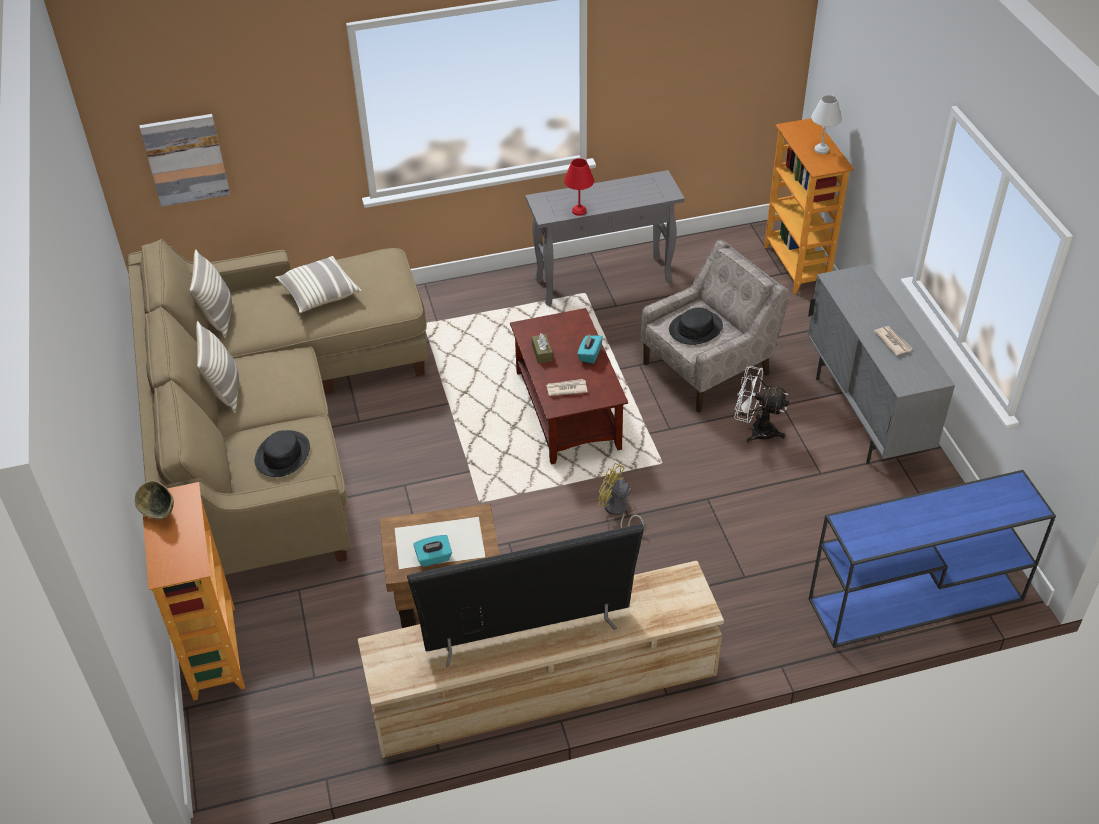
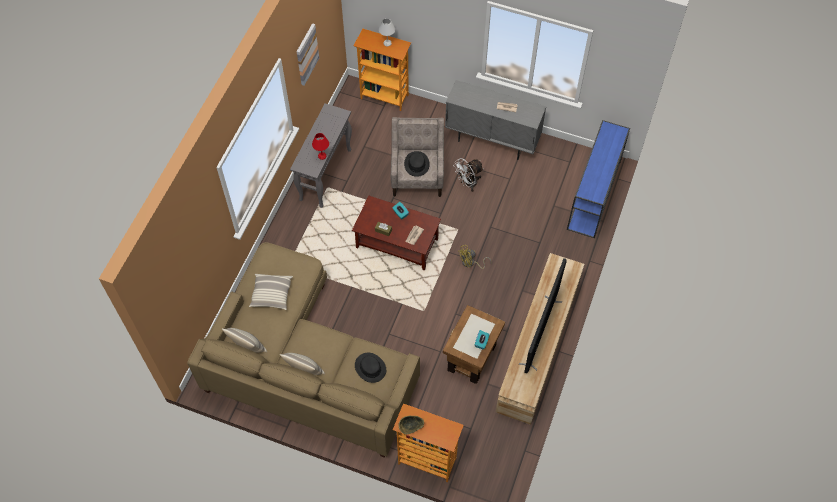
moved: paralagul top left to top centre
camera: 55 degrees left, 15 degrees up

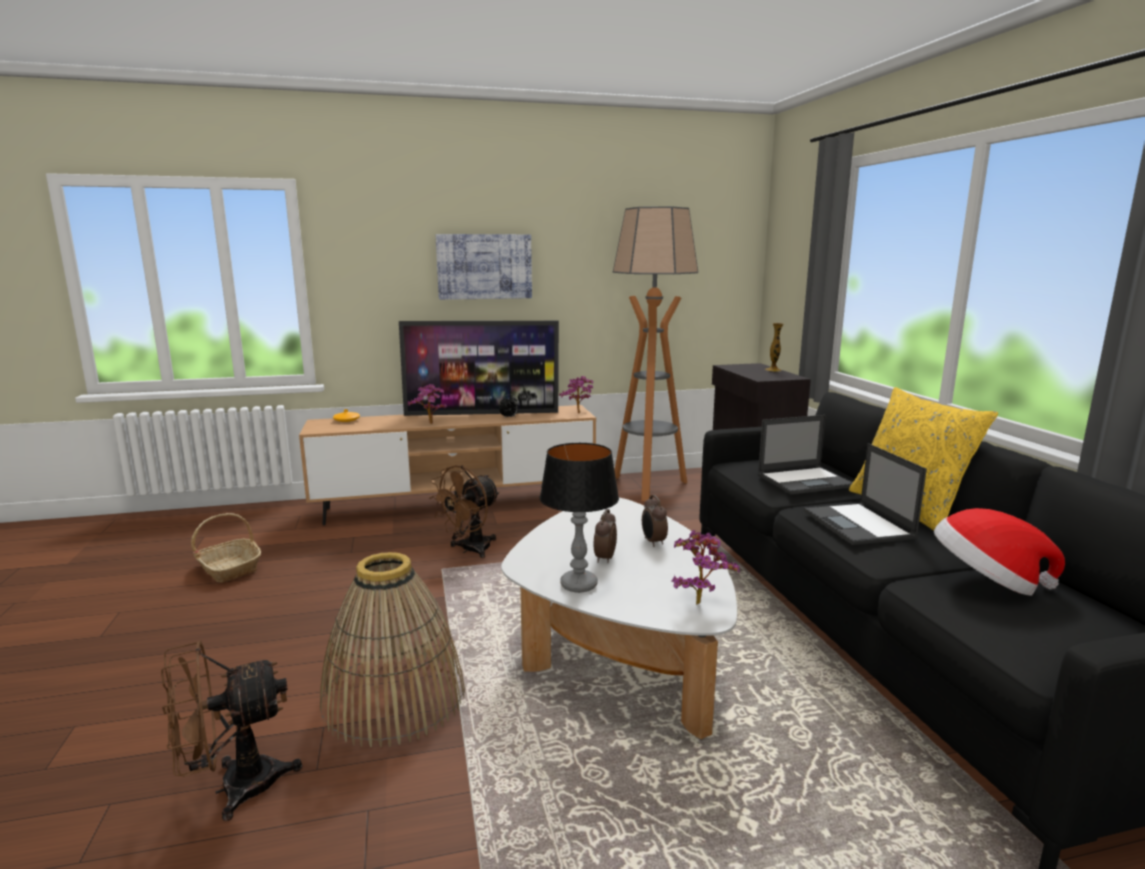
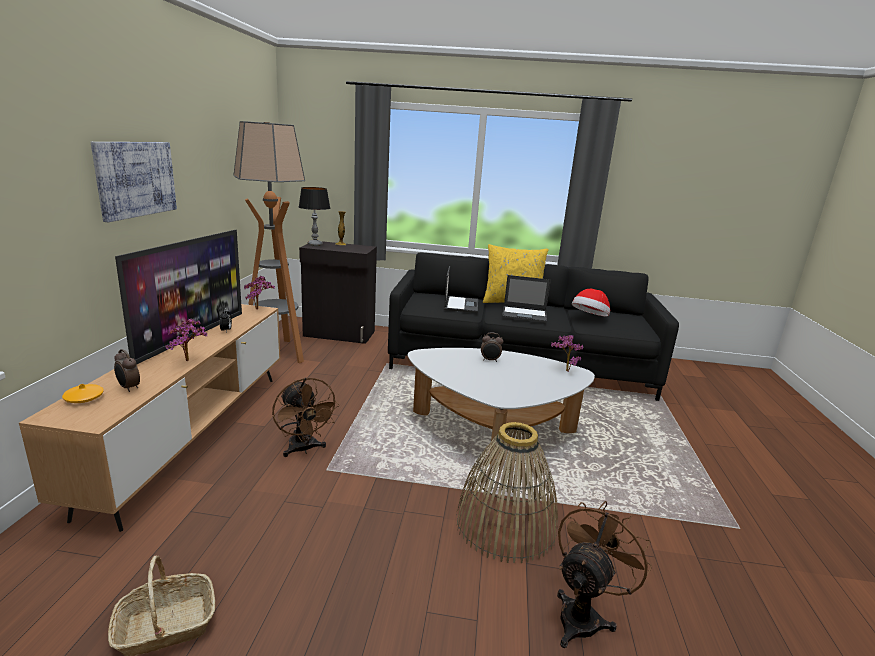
moved: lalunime (2nd from left in the first image) centre to lalunime (1st from left) middle left; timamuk centre to top centre
turned: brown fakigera (1st from left in the first image) bottom left = bottom right 135 degrees counterclockwise
camera: 70 degrees left, 5 degrees up

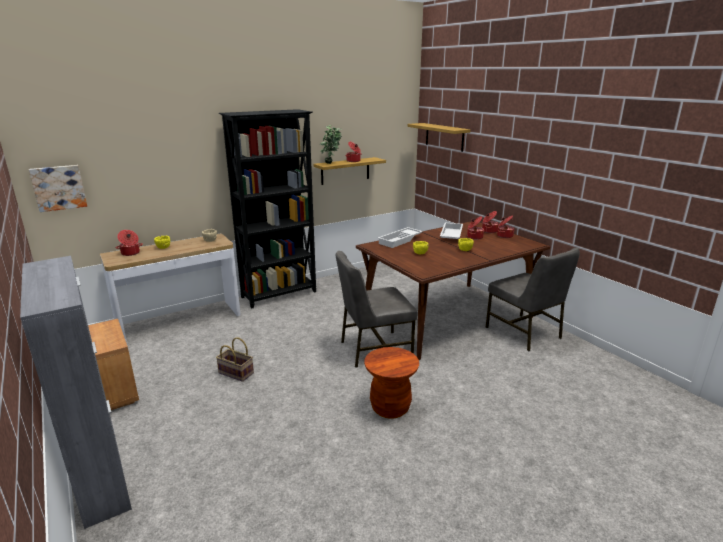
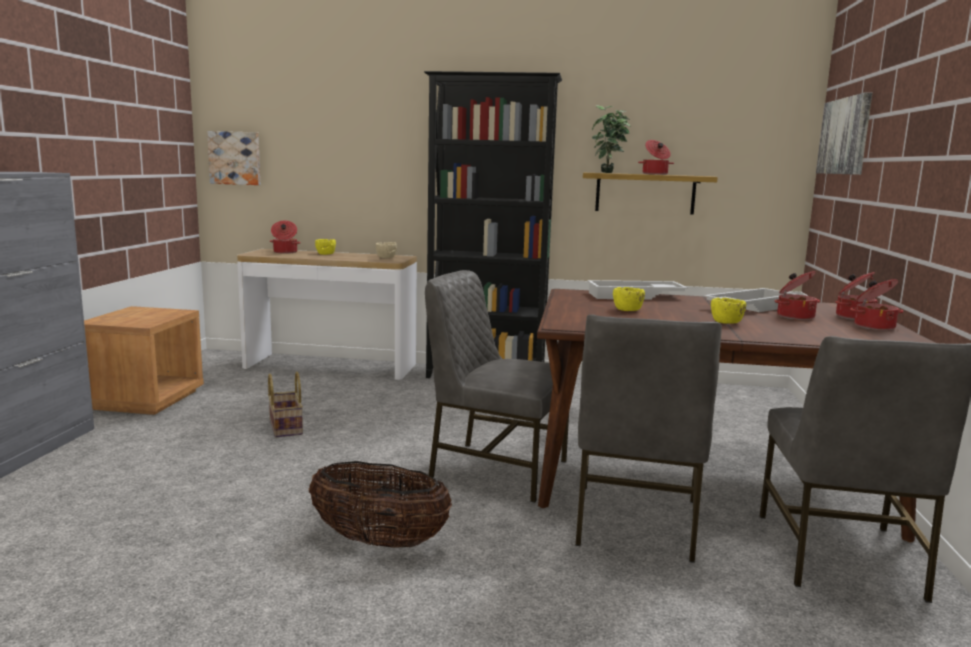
added: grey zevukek (2nd from left) bottom right
replaced: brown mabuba bottom centre to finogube (2nd from left) bottom centre; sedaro (2nd from left) top centre to paralagul (2nd from left) top right
camera: 40 degrees right, 10 degrees down

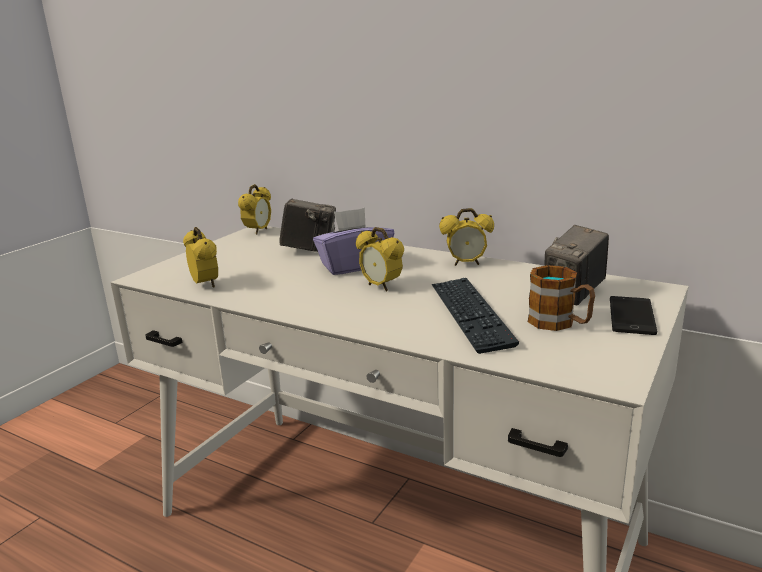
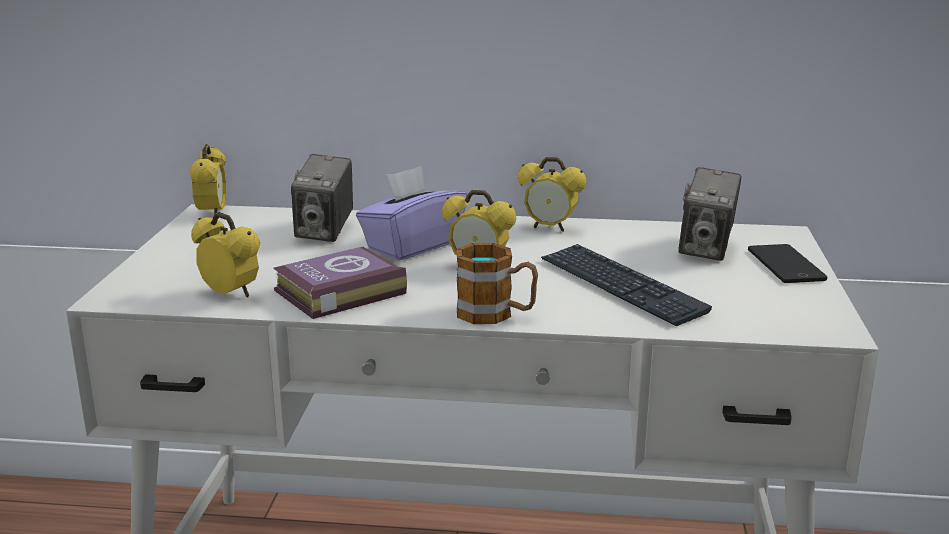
added: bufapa centre
moved: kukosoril middle right to centre
turned: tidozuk (1st from left) centre = centre 120 degrees clockwise; lalunime (4th from left) centre = centre 45 degrees clockwise
camera: 25 degrees left, 0 degrees up

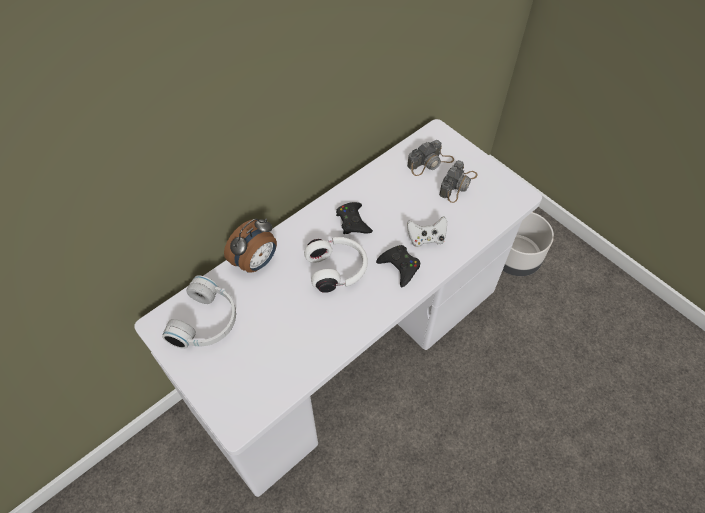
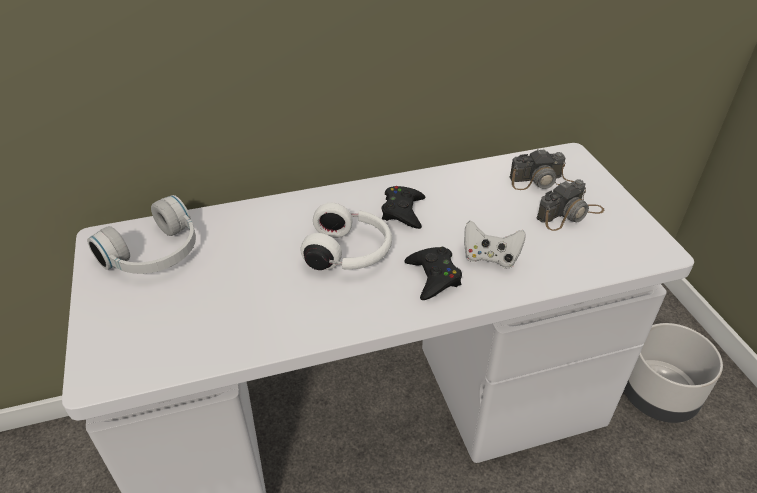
removed: lalunime centre
camera: 25 degrees right, 15 degrees down

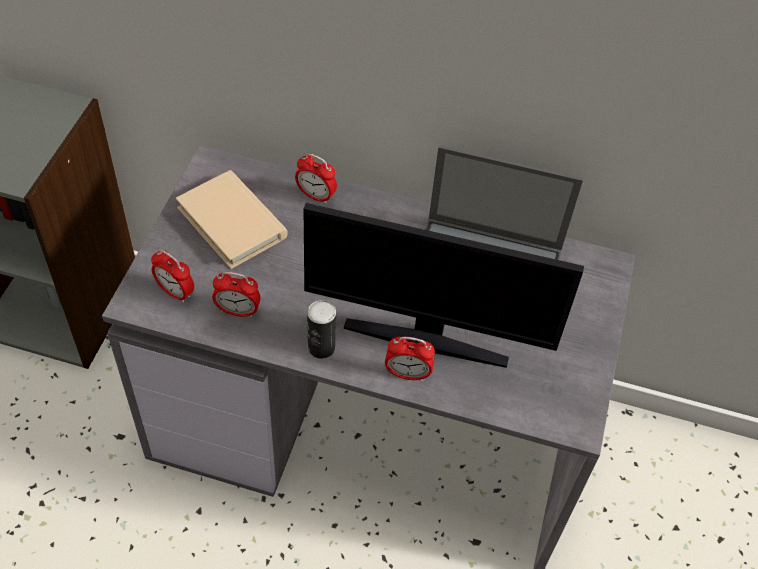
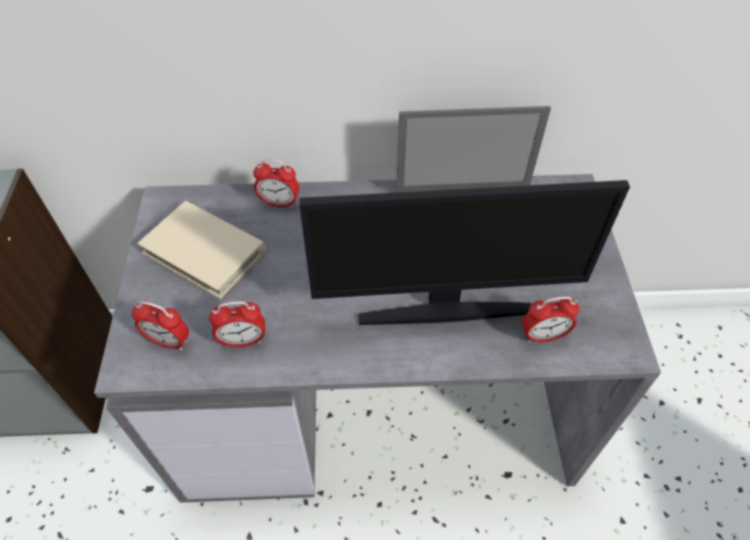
removed: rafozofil centre
moved: lalunime (4th from left) centre to middle right
camera: 15 degrees left, 0 degrees up

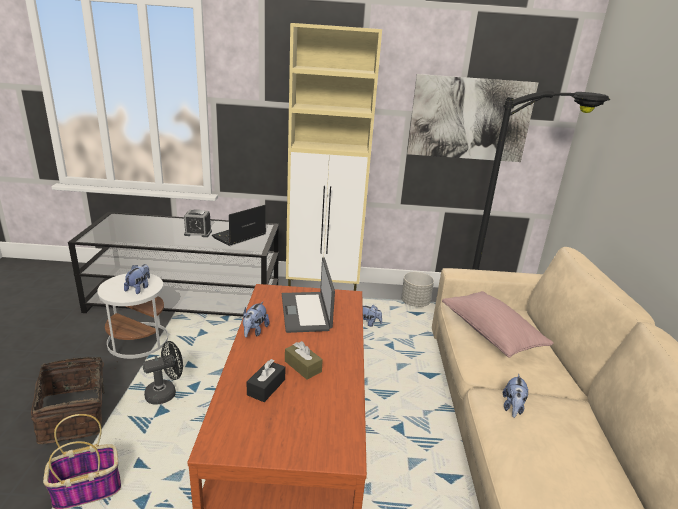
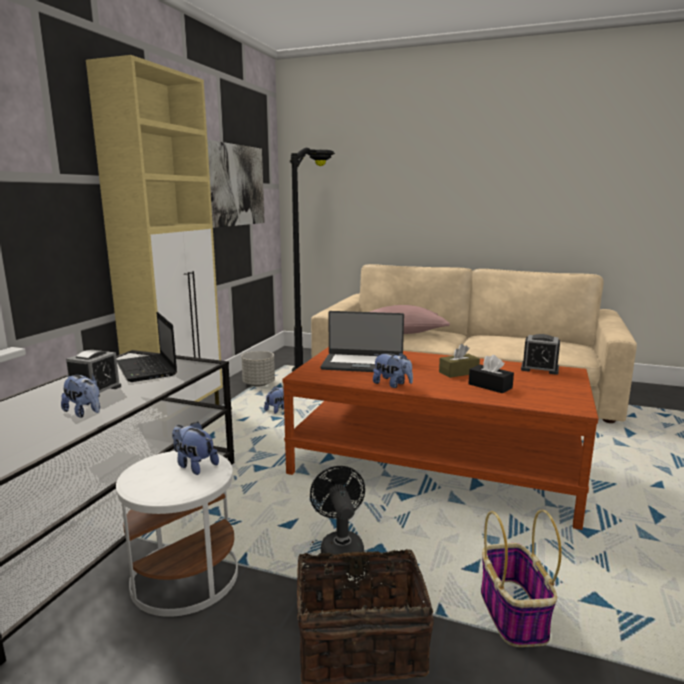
added: lalunime (2nd from left) middle right
moved: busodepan (4th from left in the first image) bottom right to busodepan (1st from left) middle left
camera: 70 degrees left, 10 degrees down

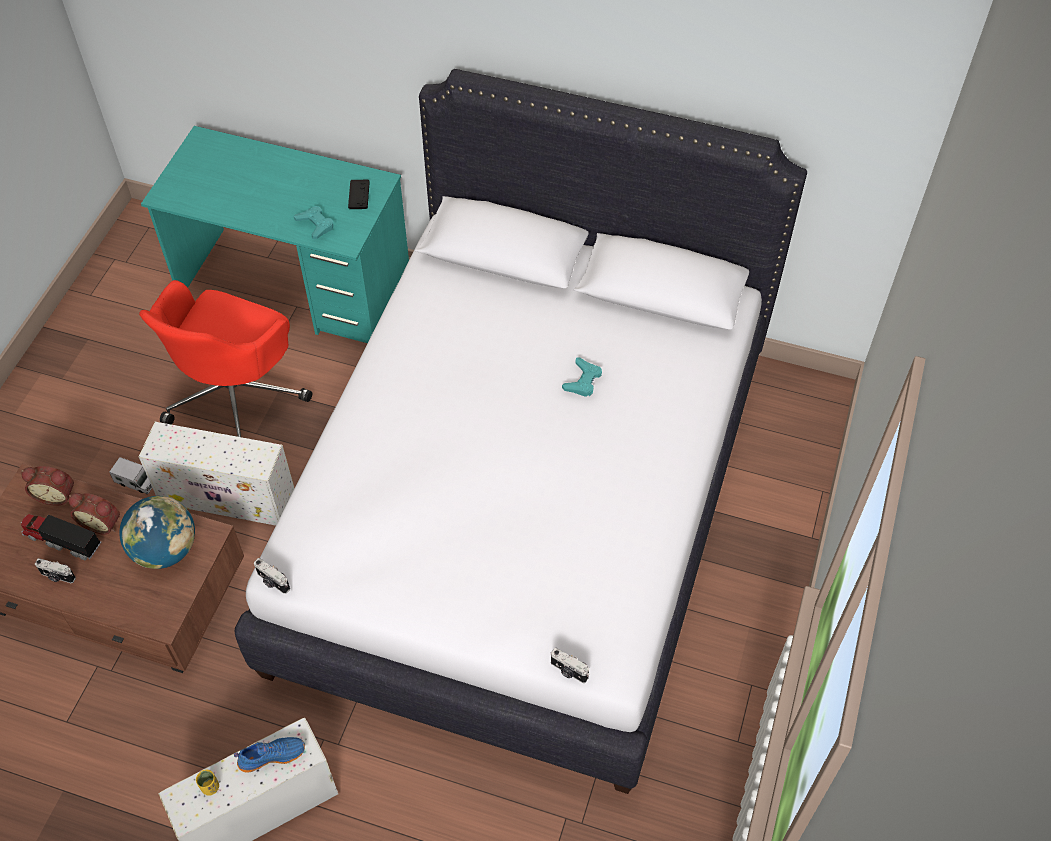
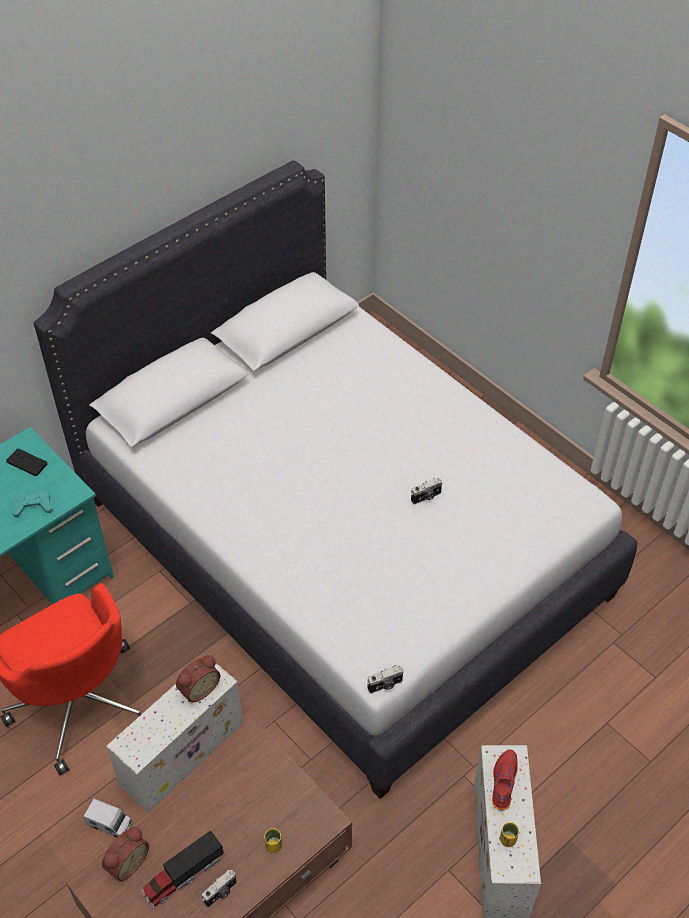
removed: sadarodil middle left; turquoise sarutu (2nd from left) centre
added: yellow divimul (1st from left) bottom centre
moved: lalunime (2nd from left) middle left to bottom left; tidozuk (3rd from left) bottom centre to centre
recoloured: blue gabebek bottom left to red gabebek bottom right
turned: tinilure (2nd from left in the first image) middle left = bottom left 60 degrees clockwise
camera: 60 degrees left, 5 degrees down

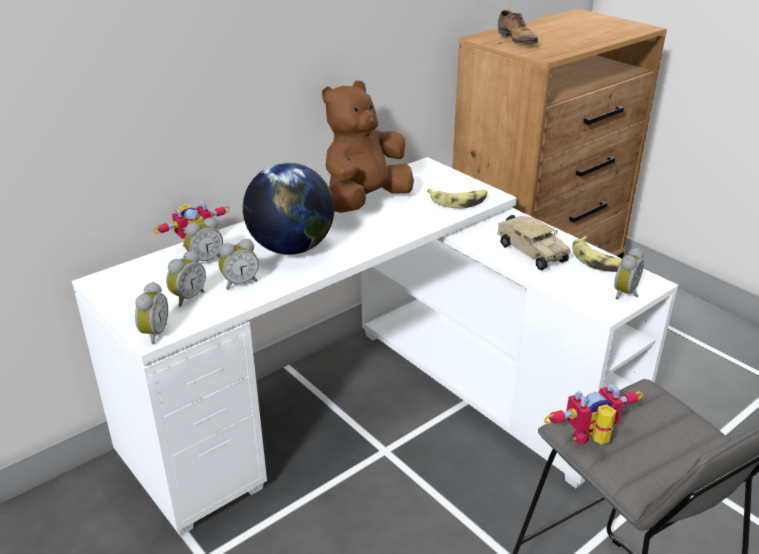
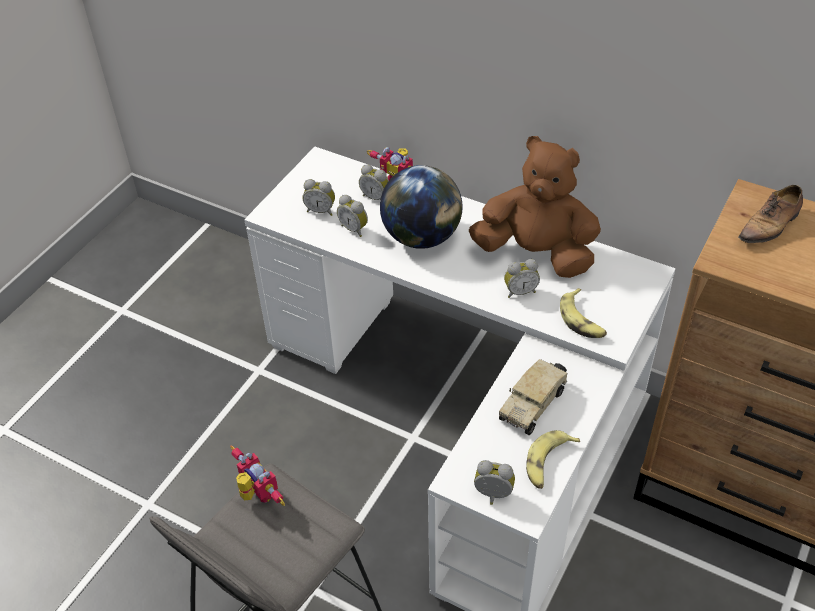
moved: lalunime (1st from left in the first image) middle left to lalunime (5th from left) centre
camera: 70 degrees right, 15 degrees up

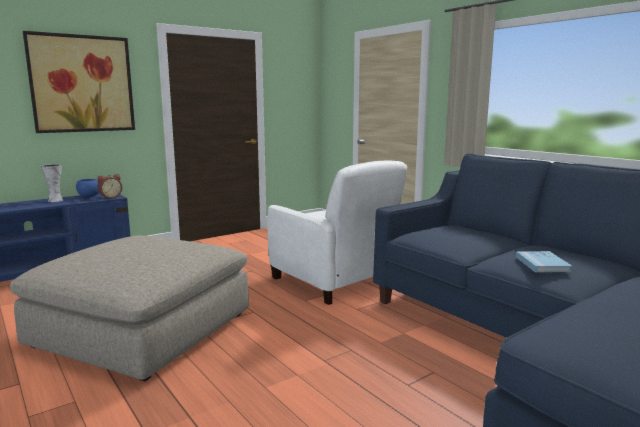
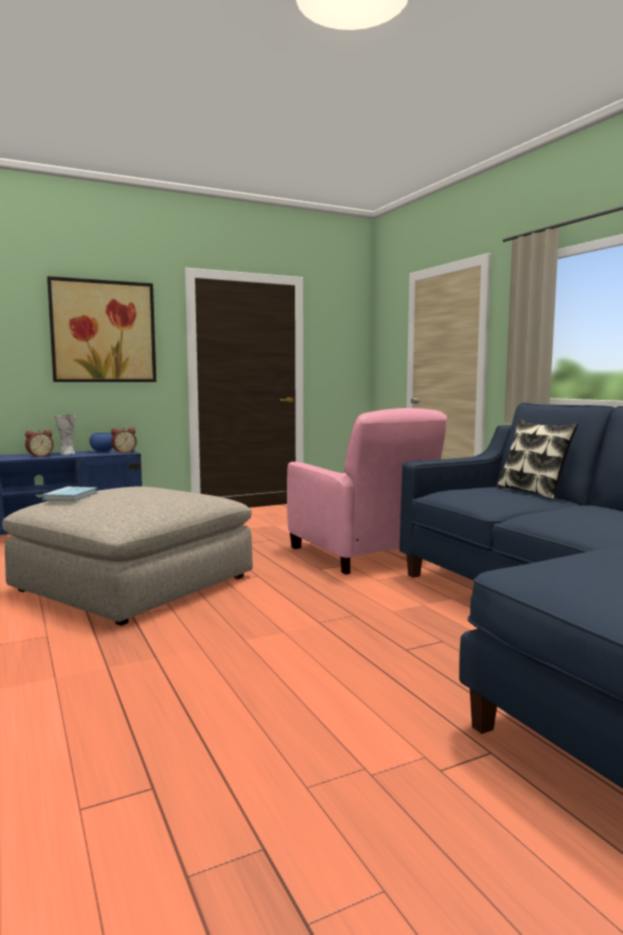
added: lalunime (1st from left) middle left; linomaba middle right
moved: blue bufapa middle right to middle left
recoloured: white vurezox centre to pink vurezox centre
camera: 10 degrees right, 5 degrees down

